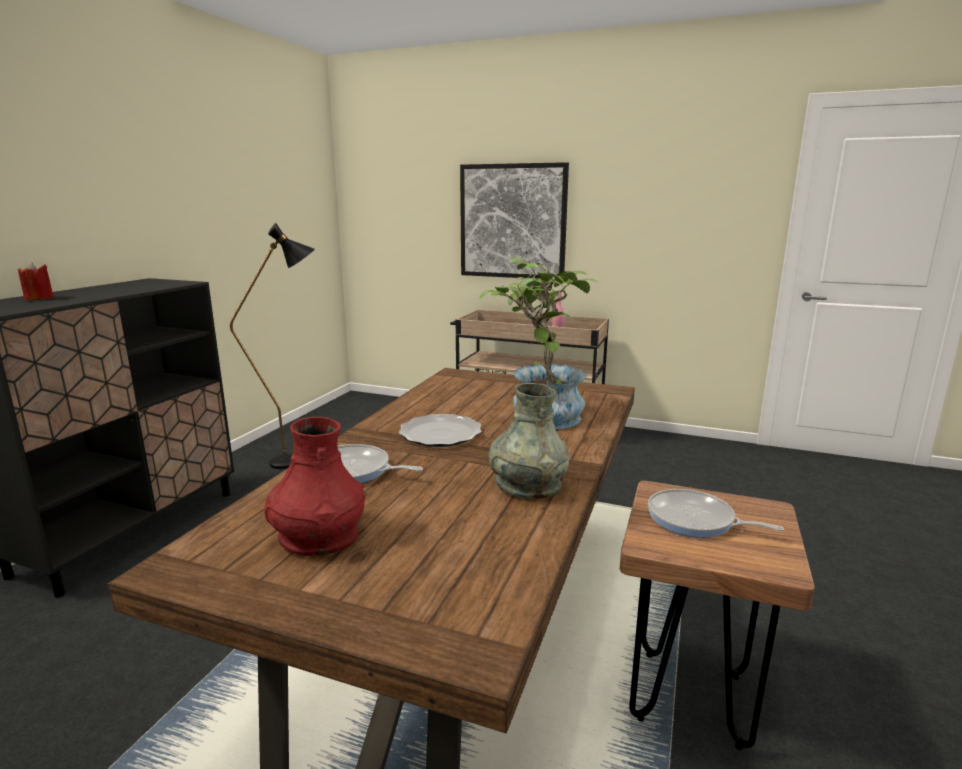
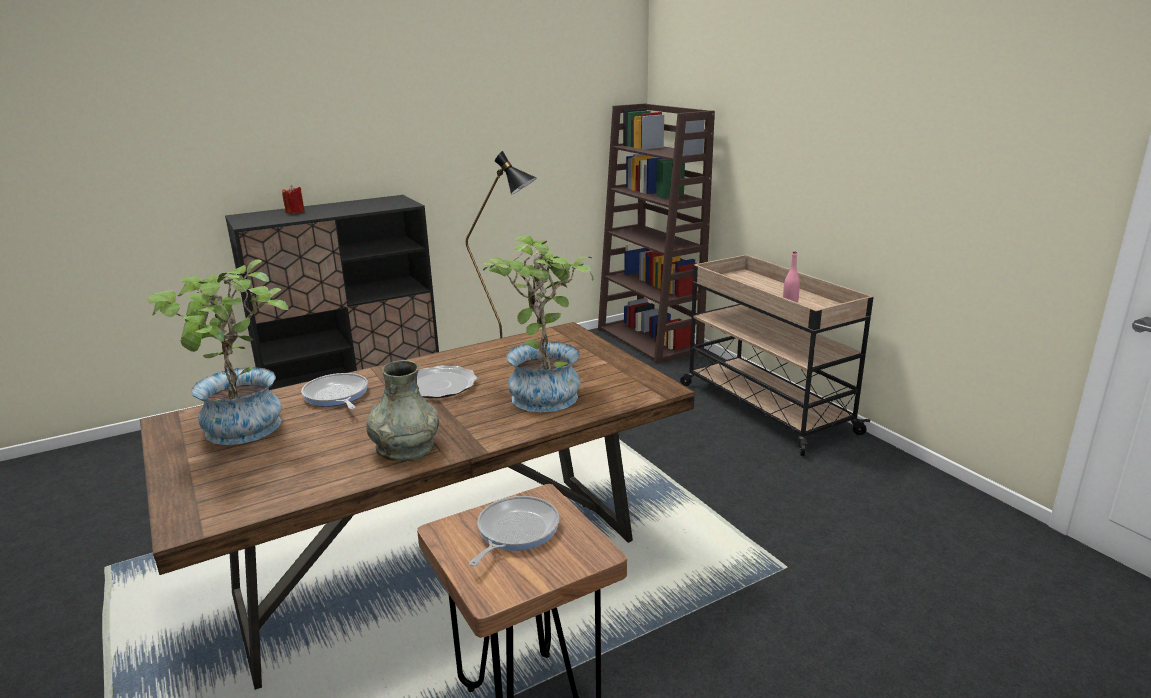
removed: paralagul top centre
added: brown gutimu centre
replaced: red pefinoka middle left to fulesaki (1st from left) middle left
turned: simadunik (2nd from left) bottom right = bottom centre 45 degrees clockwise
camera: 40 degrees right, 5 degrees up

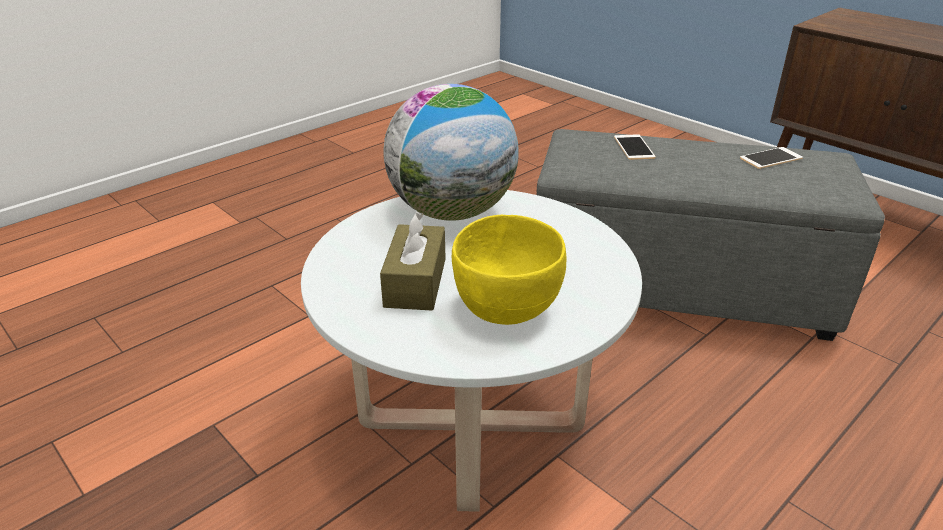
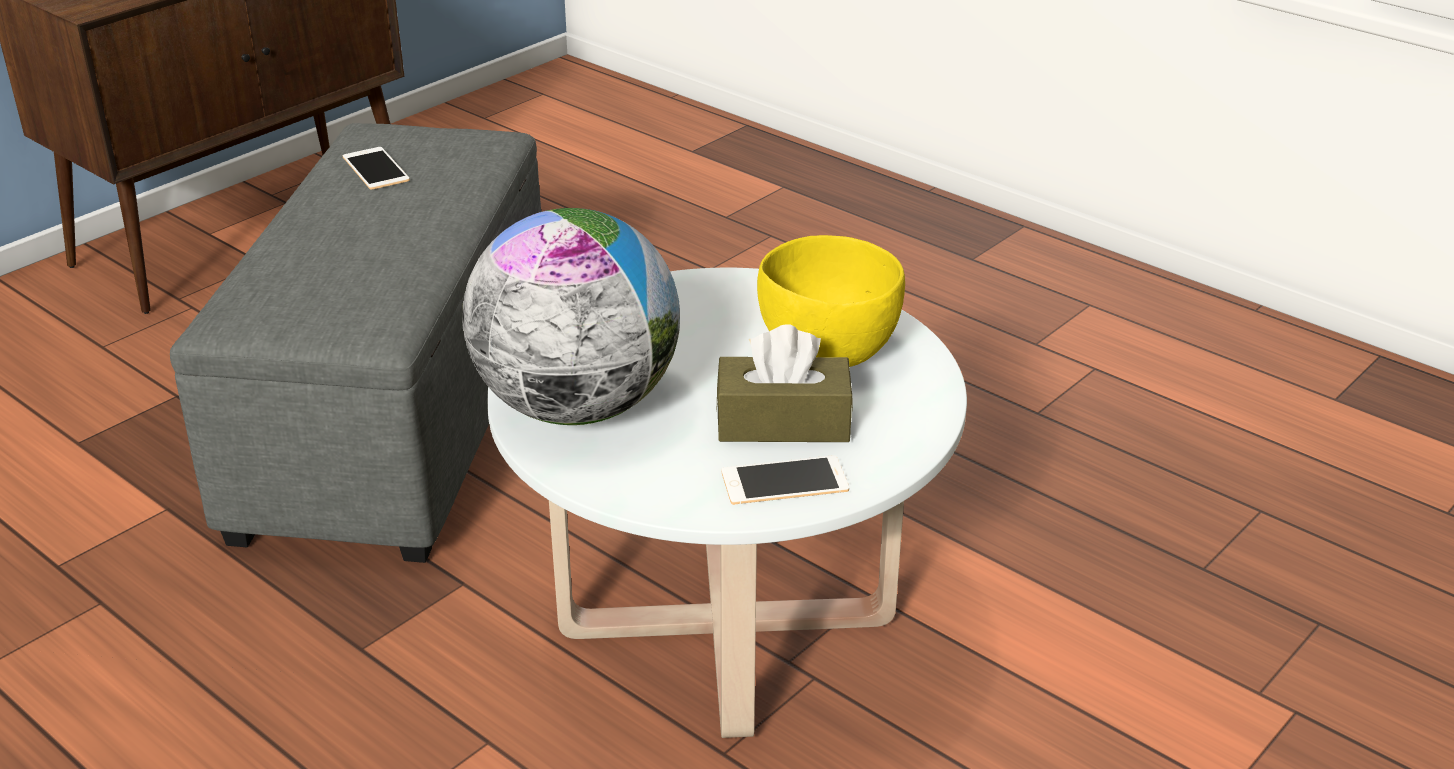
moved: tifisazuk (1st from left in the first image) top right to tifisazuk (2nd from left) centre
camera: 95 degrees left, 0 degrees up

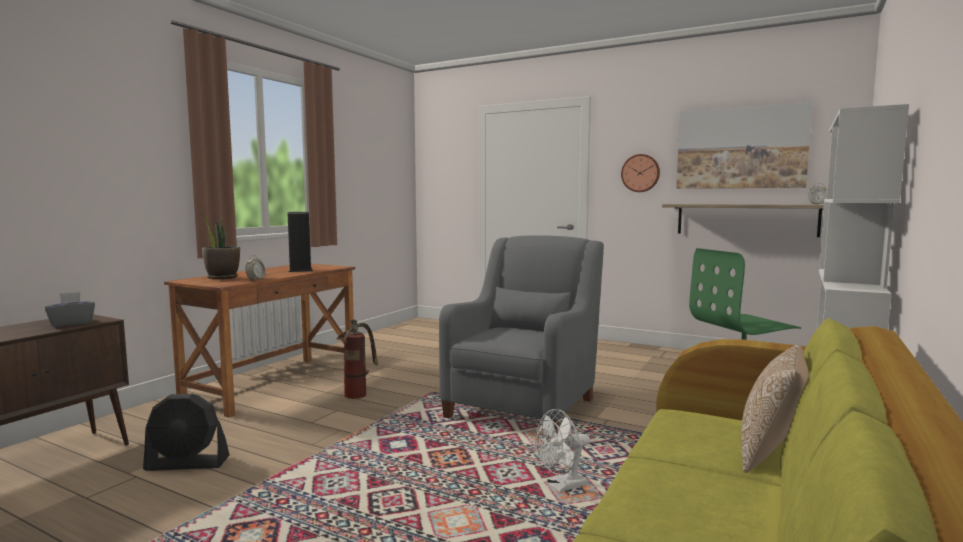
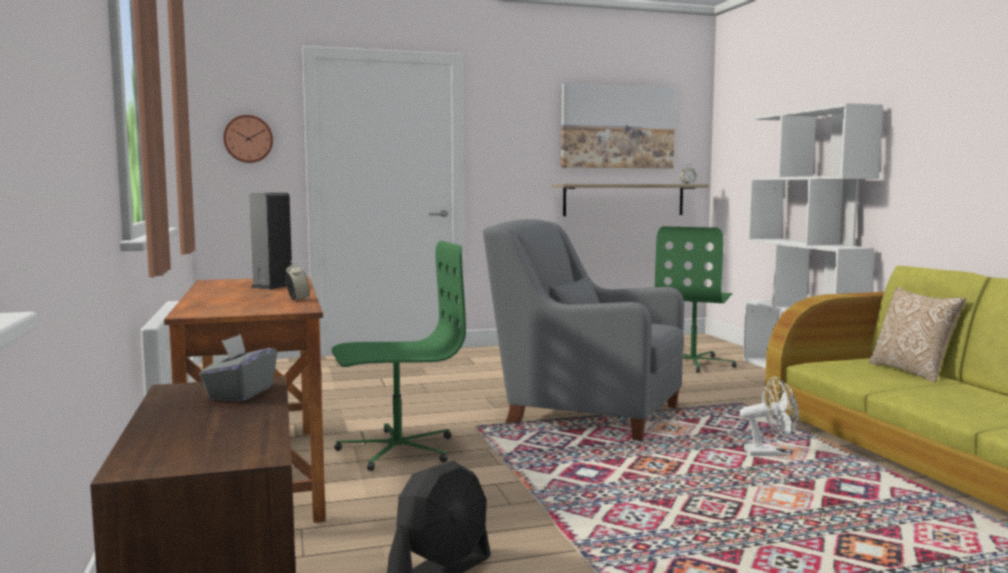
removed: fulesaki middle left
moved: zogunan top centre to top left
replaced: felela centre to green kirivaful (1st from left) centre
turned: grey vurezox centre = centre 45 degrees counterclockwise; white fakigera bottom centre = bottom right 105 degrees counterclockwise
camera: 45 degrees left, 0 degrees up

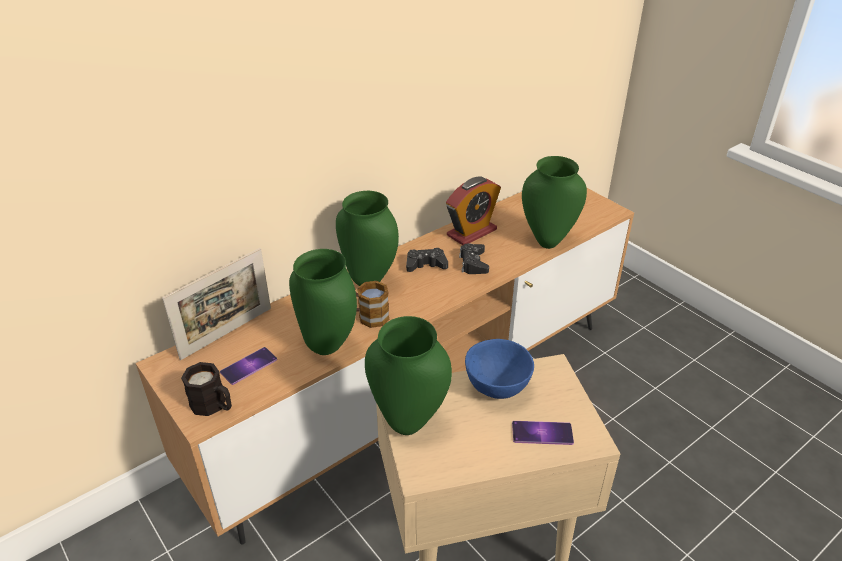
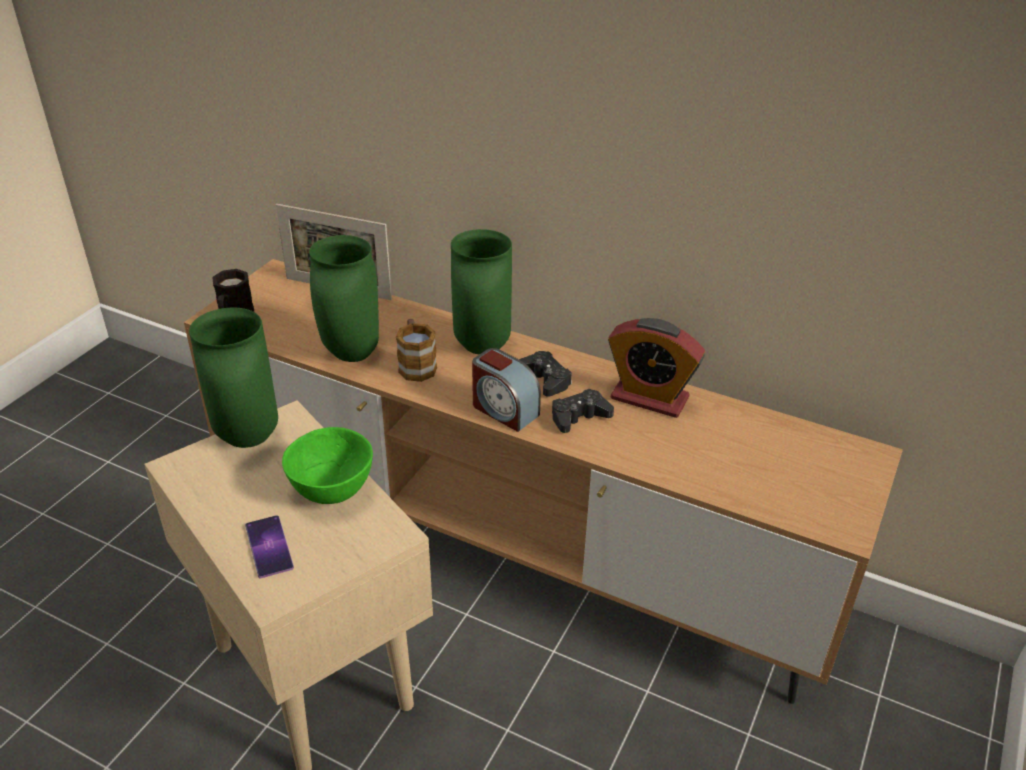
removed: tifisazuk (1st from left) middle left; green pefinoka (4th from left) centre
added: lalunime (1st from left) centre
recoloured: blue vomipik centre to green vomipik middle left
camera: 65 degrees right, 0 degrees up

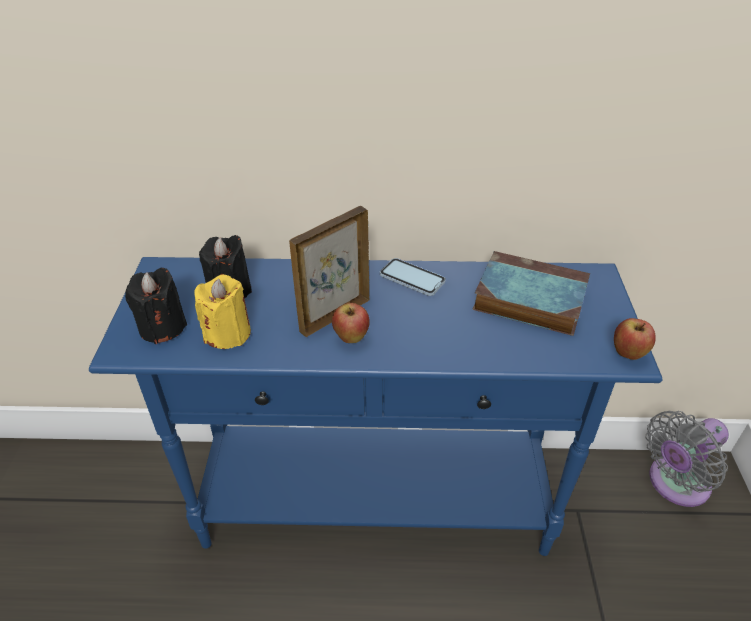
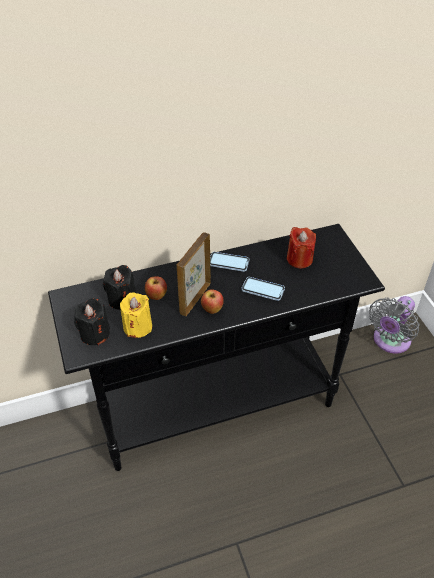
added: tifisazuk (2nd from left) centre
moved: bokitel (2nd from left in the first image) middle right to bokitel (1st from left) centre
replaced: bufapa middle right to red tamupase middle right
recoloured: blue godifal centre to black godifal centre
camera: 20 degrees left, 5 degrees up

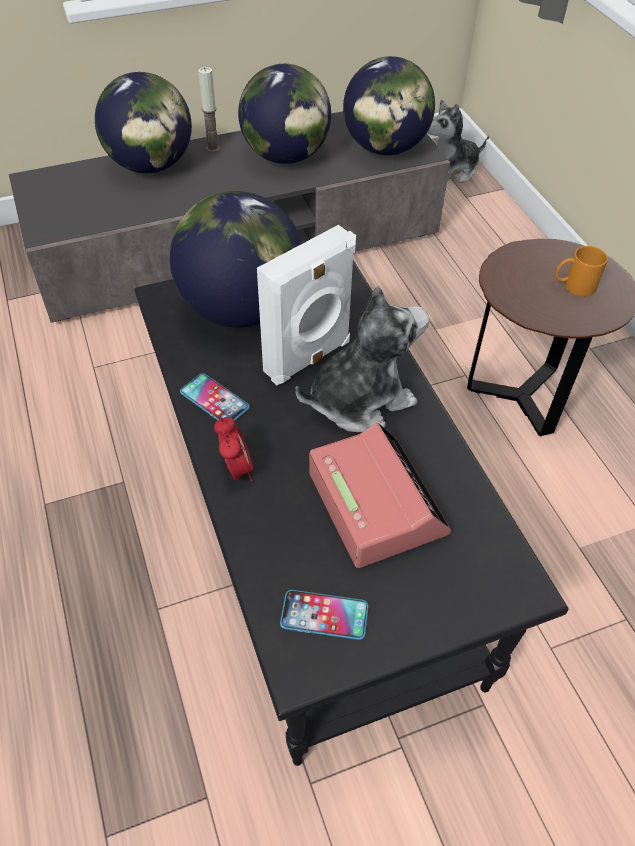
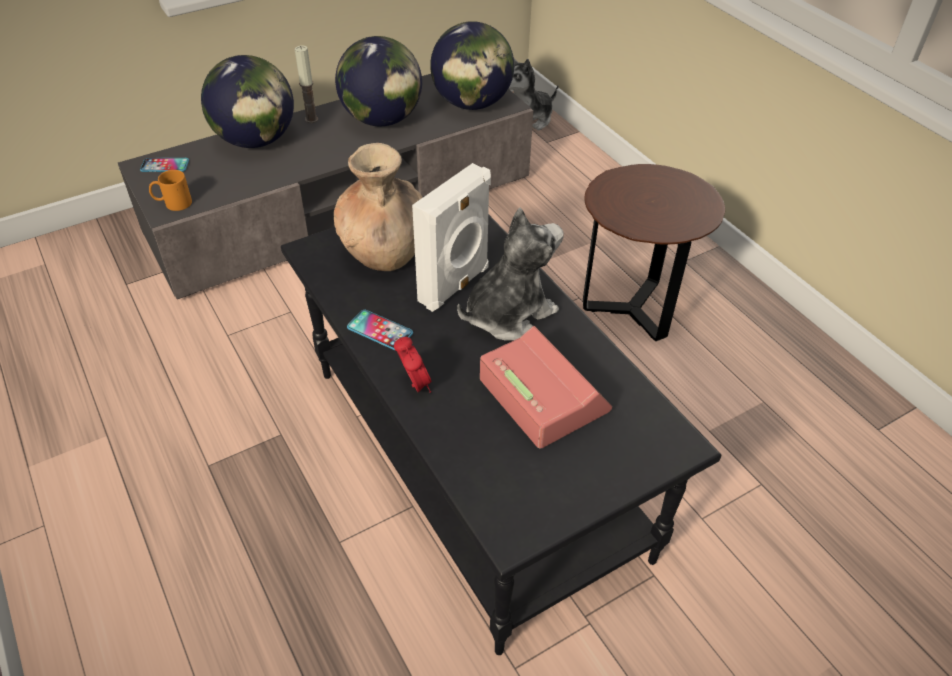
moved: tifisazuk (2nd from left in the first image) bottom centre to tifisazuk (1st from left) top left; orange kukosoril top right to top left
replaced: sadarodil (2nd from left) top centre to brown pefinoka top centre
camera: 10 degrees left, 5 degrees down

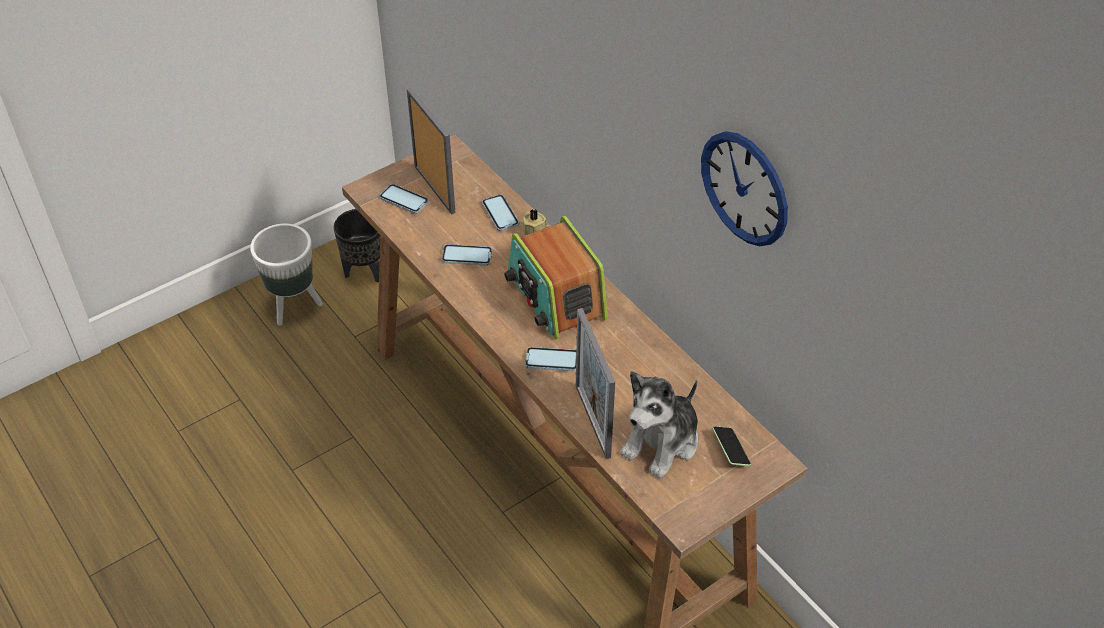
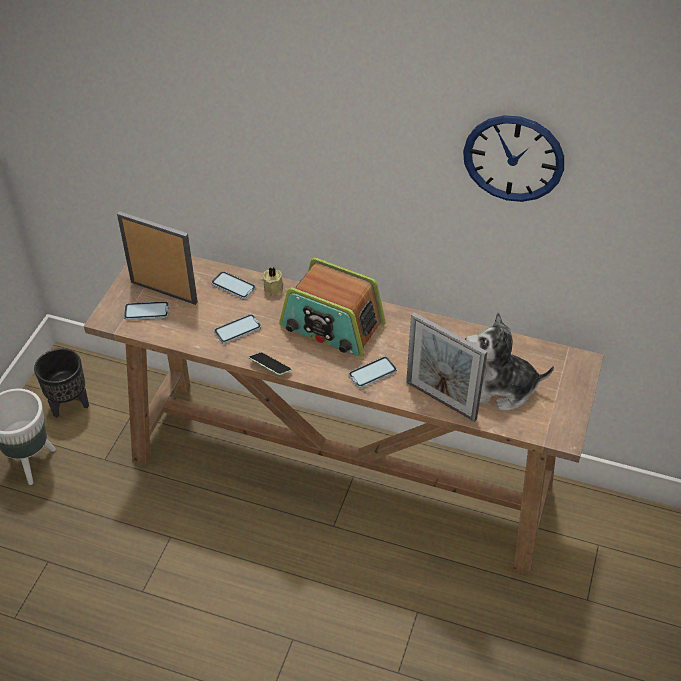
moved: tifisazuk (5th from left in the first image) bottom centre to tifisazuk (4th from left) centre
turned: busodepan bottom centre = middle right 90 degrees clockwise
camera: 35 degrees left, 0 degrees up

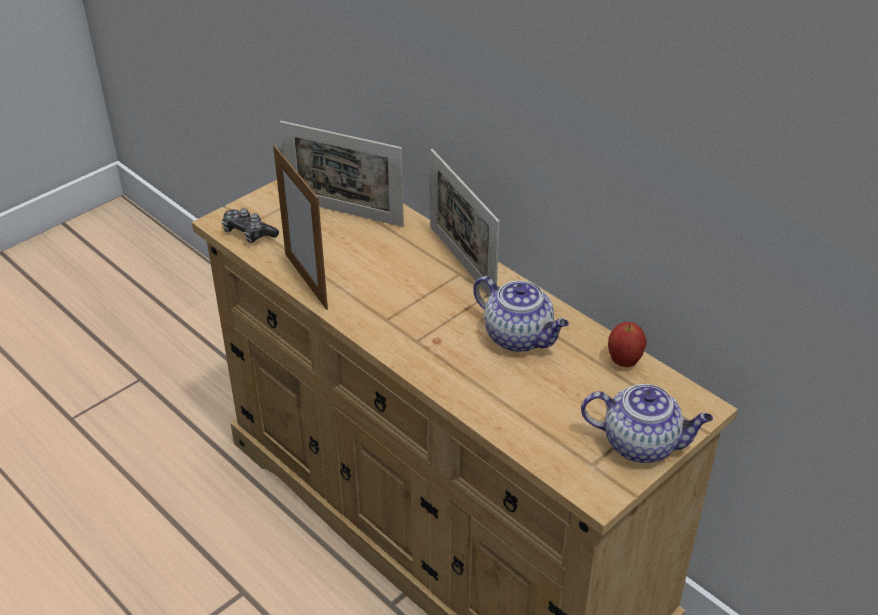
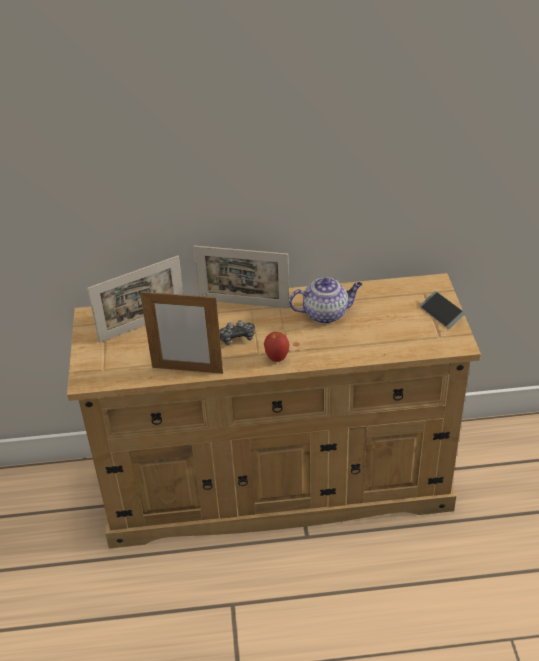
moved: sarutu middle left to centre; bokitel middle right to centre
replaced: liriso (2nd from left) bottom right to tifisazuk middle right
camera: 50 degrees left, 0 degrees up

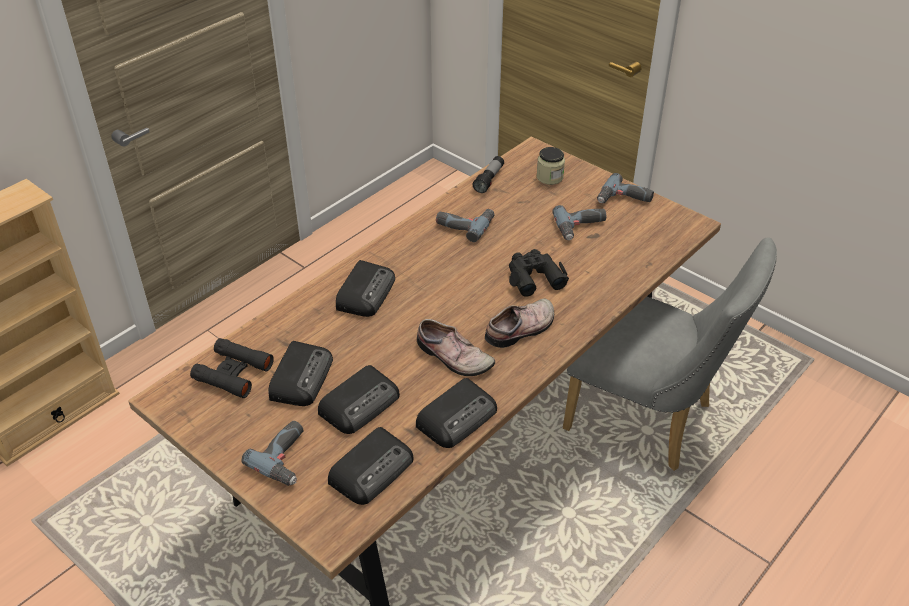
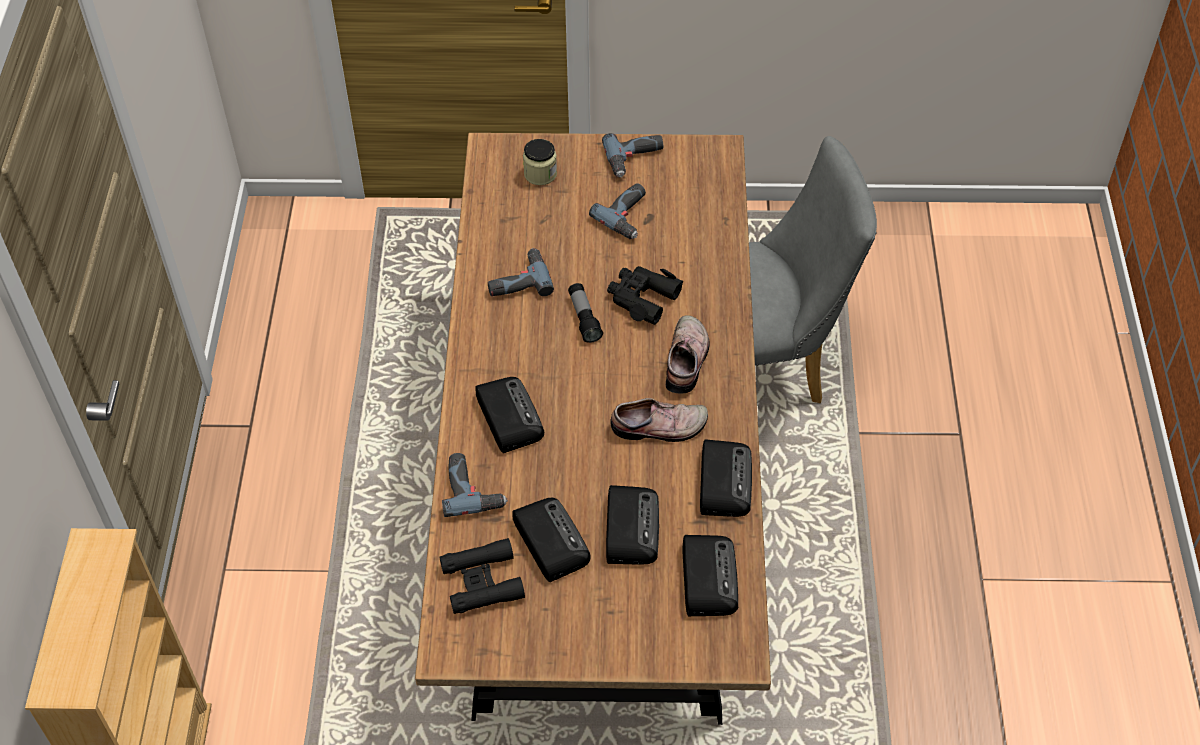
moved: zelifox (1st from left) bottom left to centre; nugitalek top centre to centre
camera: 40 degrees left, 10 degrees up

